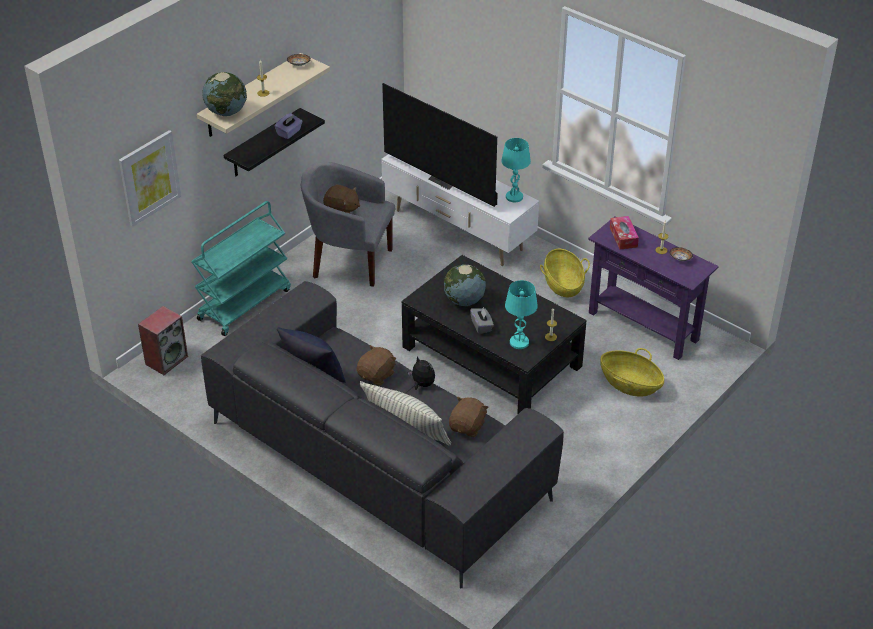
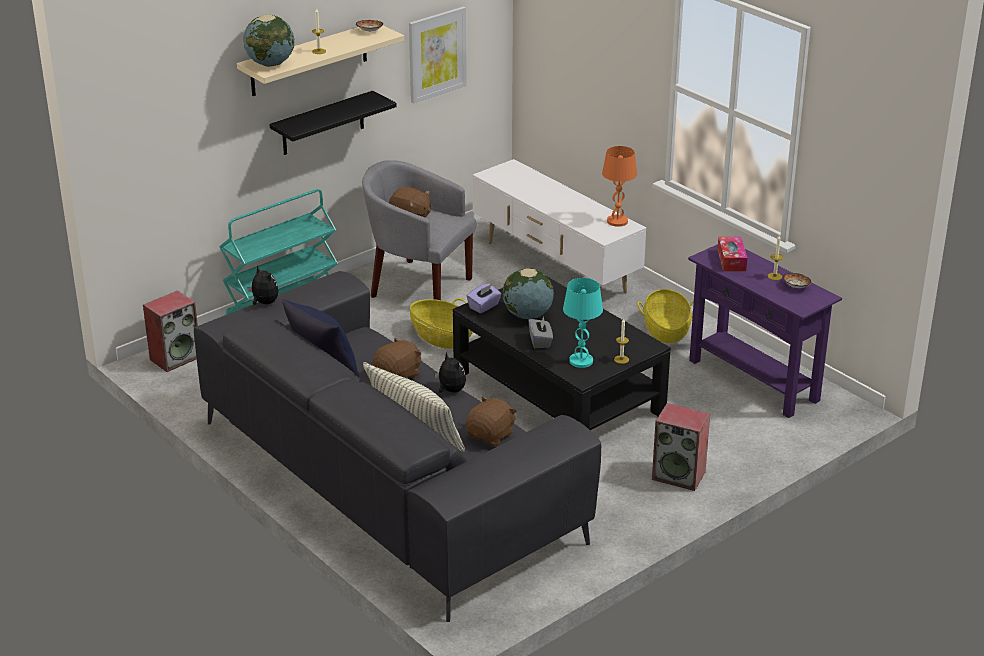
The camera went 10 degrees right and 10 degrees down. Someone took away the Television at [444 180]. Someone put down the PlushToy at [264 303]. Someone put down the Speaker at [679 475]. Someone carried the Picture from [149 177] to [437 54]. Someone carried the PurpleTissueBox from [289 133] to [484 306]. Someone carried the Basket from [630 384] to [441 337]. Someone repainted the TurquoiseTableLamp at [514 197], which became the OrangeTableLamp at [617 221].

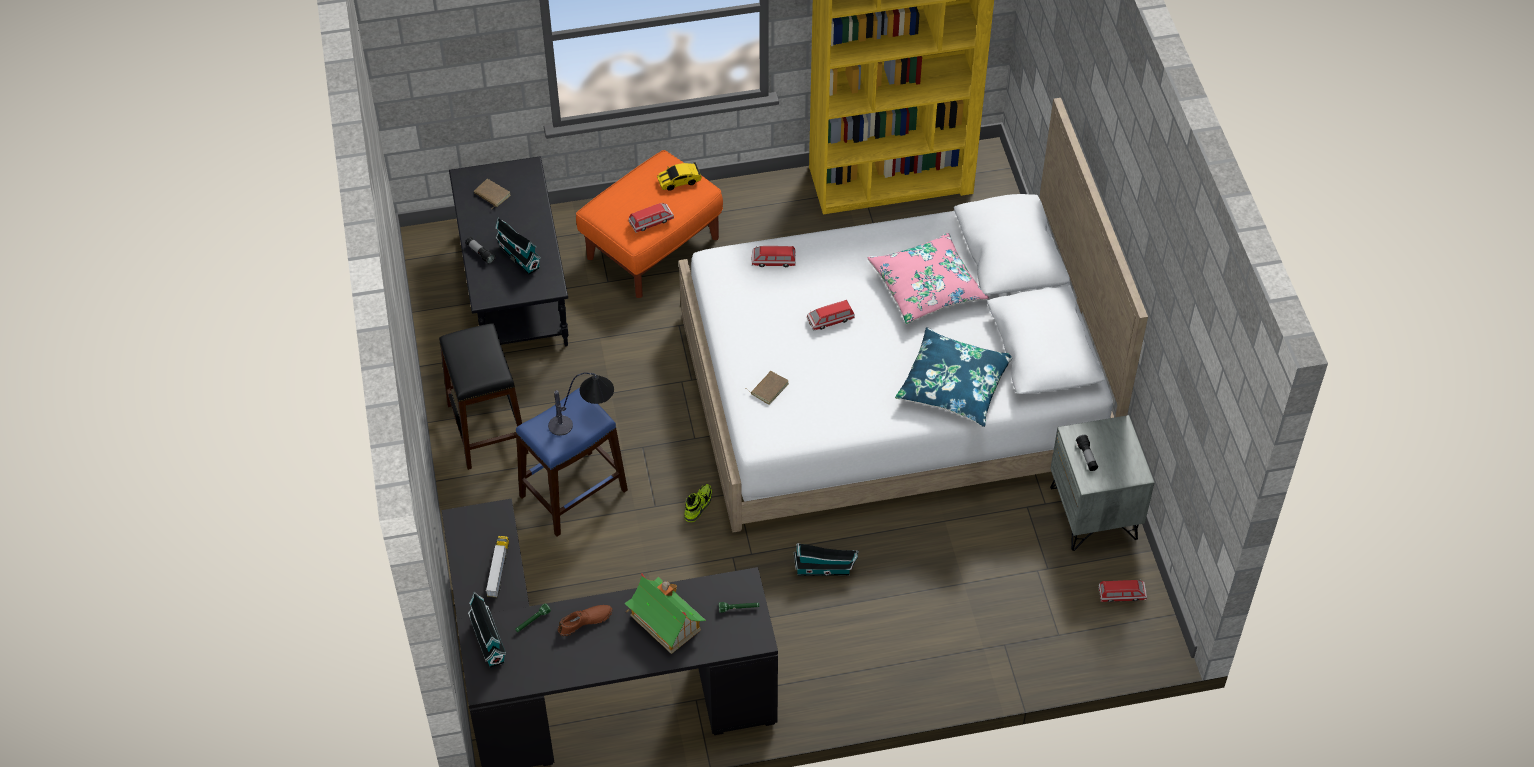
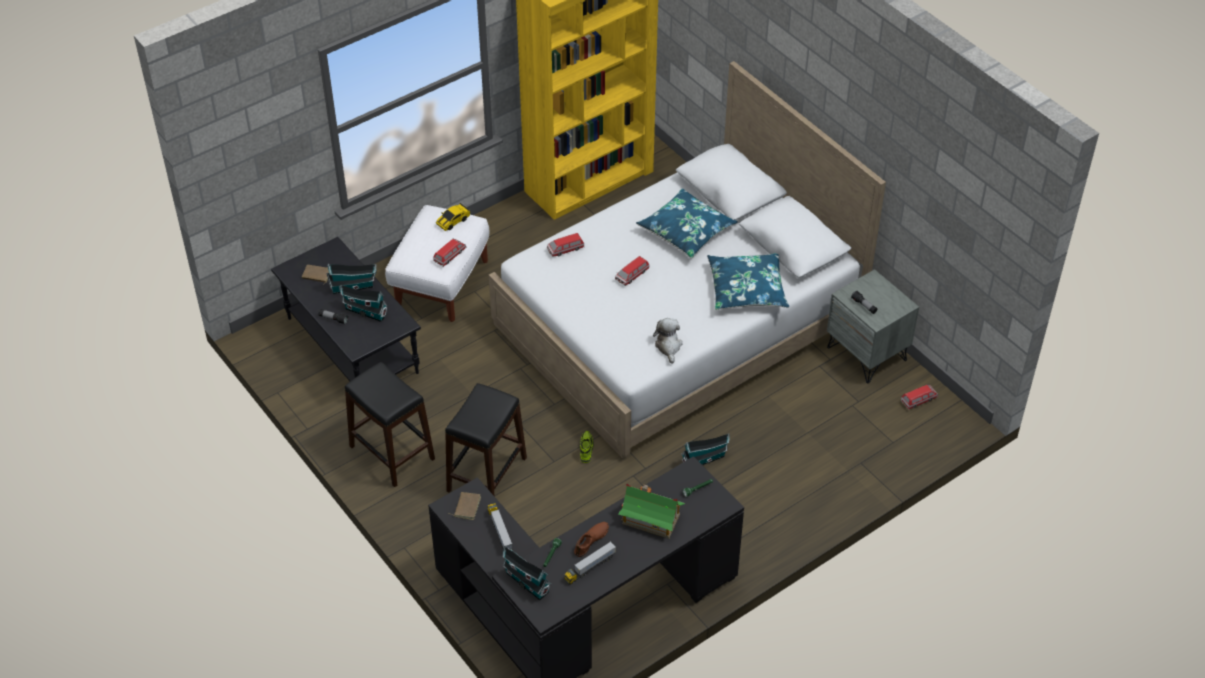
The camera went 25 degrees left and 5 degrees down. Someone took away the TableLamp at [584 419]. Someone put down the ToyHouse at [354 287]. Someone put down the ToyTruck at [590 567]. Someone put down the PlushToy at [668 346]. Someone carried the BrownBook from [768 388] to [466 507]. Someone repainted the BlueStool at [573 493], which became the BlackStool at [486 474]. Someone repainted the OrangeOttoman at [653 247], which became the WhiteOttoman at [442 283]. Someone repainted the PinkPillow at [926 287], which became the BluePillow at [686 231].

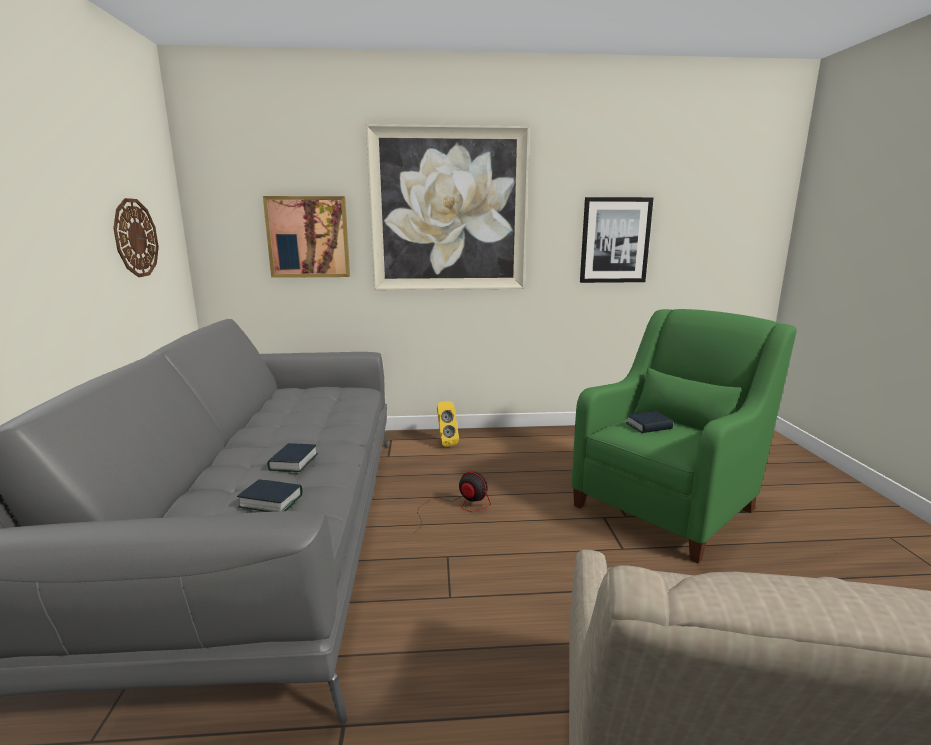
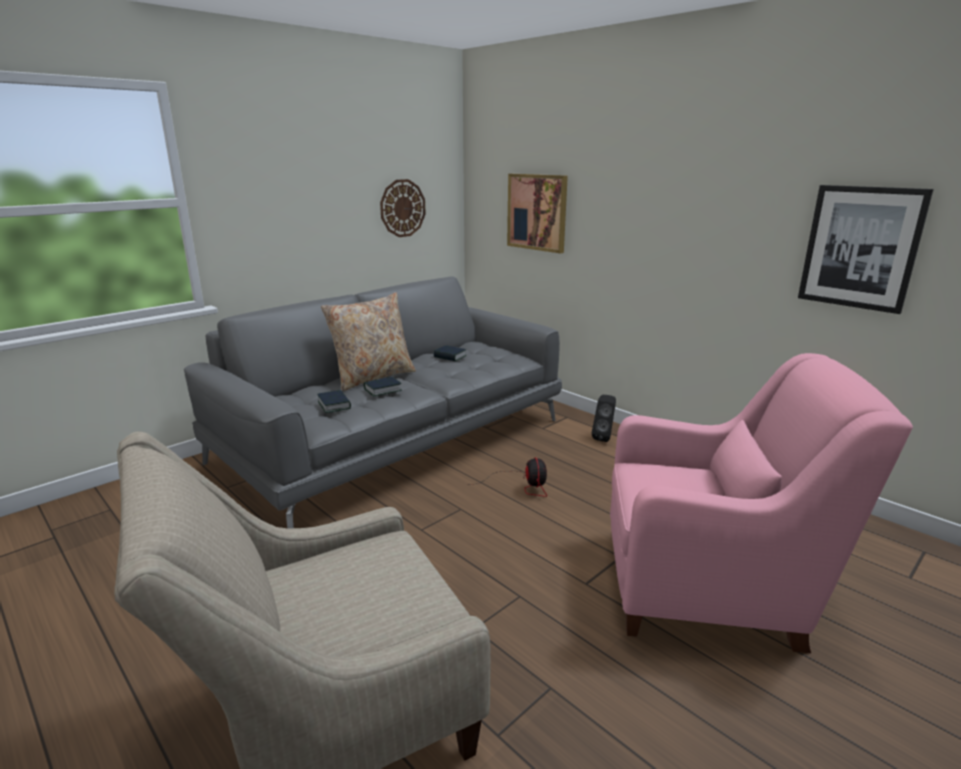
The camera went 50 degrees right and 5 degrees up. Someone took away the Picture at [448 211]. Someone put down the BeigePillow at [372 377]. Someone carried the Book from [649 426] to [450 356]. Someone repainted the YellowSpeaker at [445 443], which became the BlackSpeaker at [604 437]. Someone repainted the GreenArmchair at [668 503], which became the PinkArmchair at [710 587].

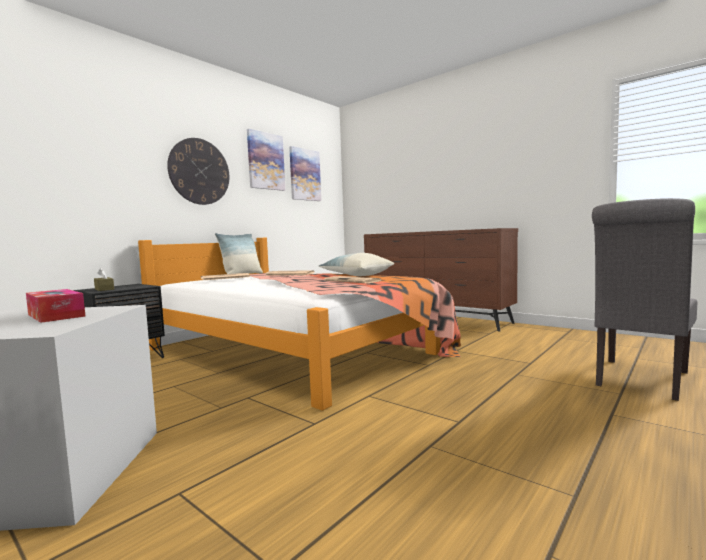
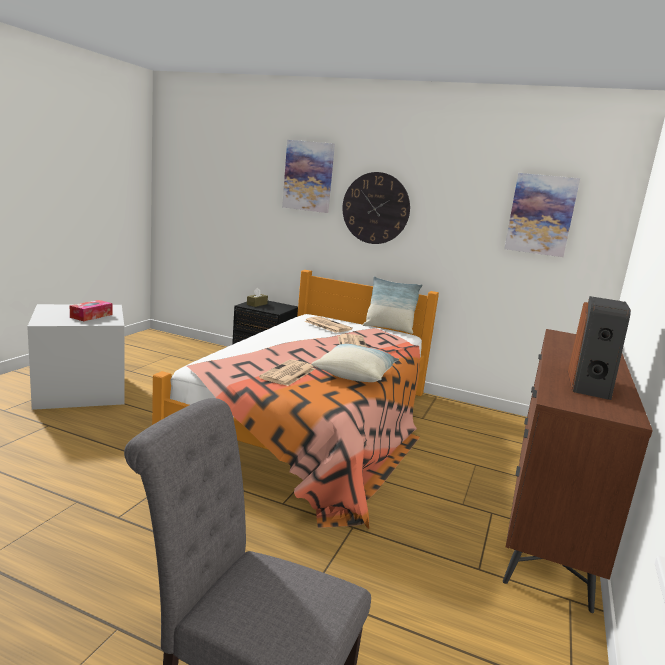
The camera went 70 degrees right and 10 degrees up. Someone put down the Speaker at [590 385]. Someone carried the Picture from [265 161] to [308 176].

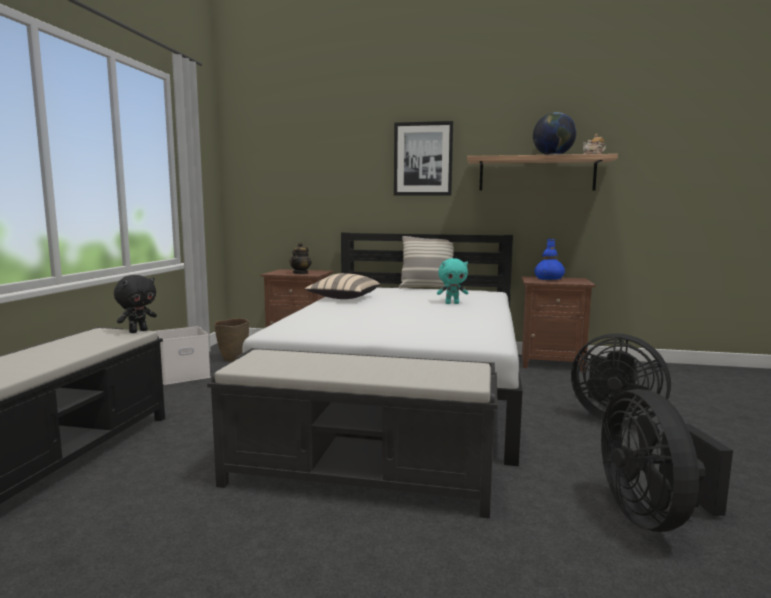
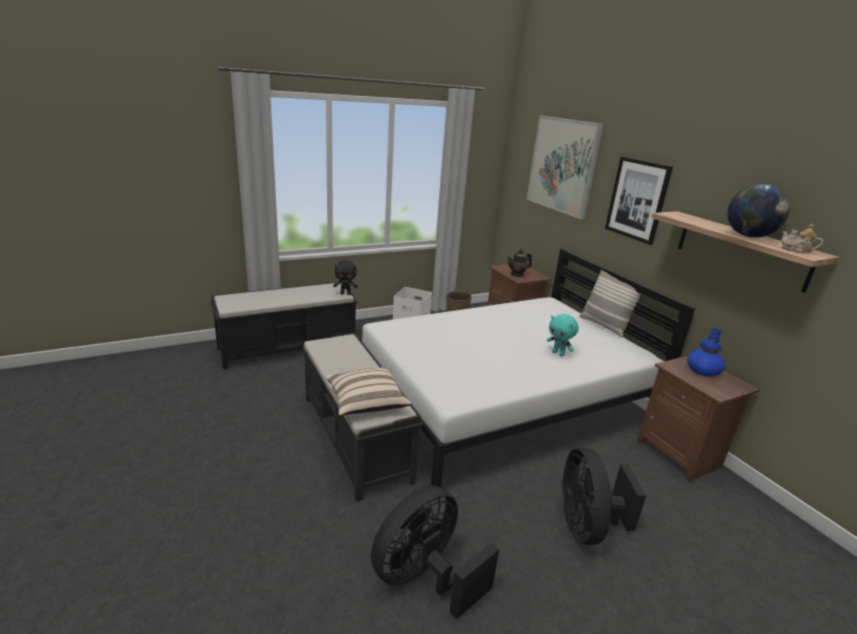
The camera went 50 degrees right and 15 degrees up. Someone put up the Picture at [563 165]. Someone carried the BeigePillow from [343 298] to [366 402].

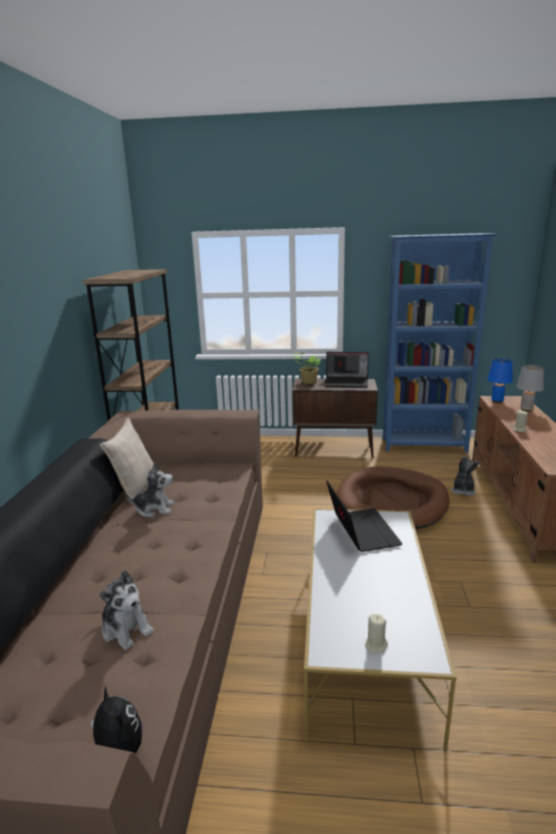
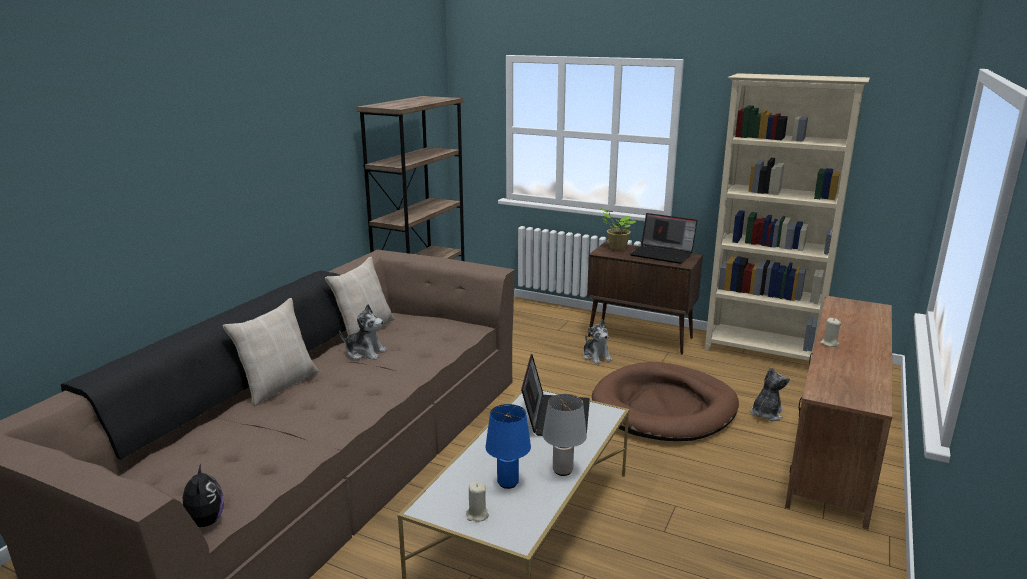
The camera went 20 degrees right and 0 degrees up. Someone put down the BeigePillow at [278 385]. Someone carried the PlushToy from [126 628] to [596 357]. Someone carried the BlueTableLamp from [496 401] to [507 483]. Someone carried the GreyTableLamp from [526 409] to [562 470]. Someone repainted the BlueBookcase at [424 445], which became the BeigeBookcase at [762 352].

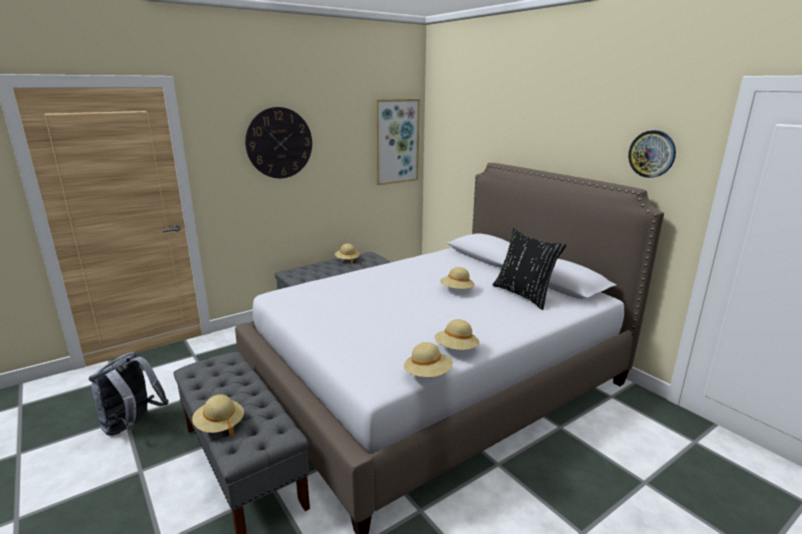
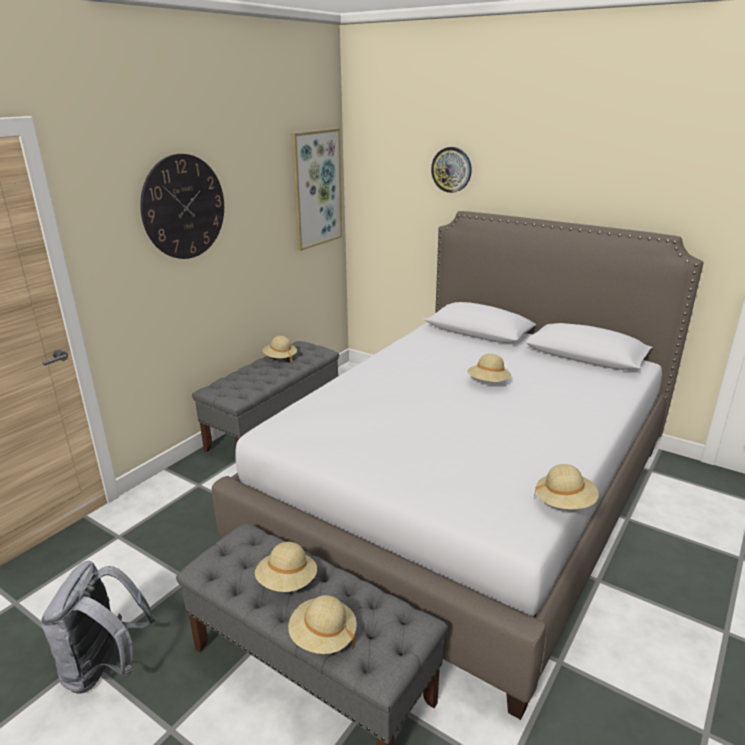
The camera went 20 degrees left and 5 degrees up. Someone took away the BlackPillow at [524 295]. Someone carried the BeigeHat from [456 349] to [287 582]. Someone carried the WallClock from [652 154] to [451 169].

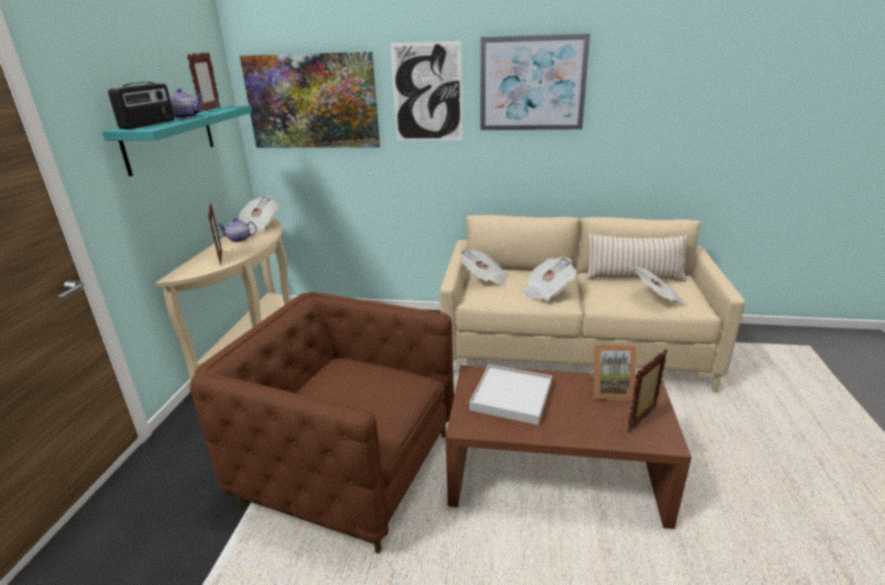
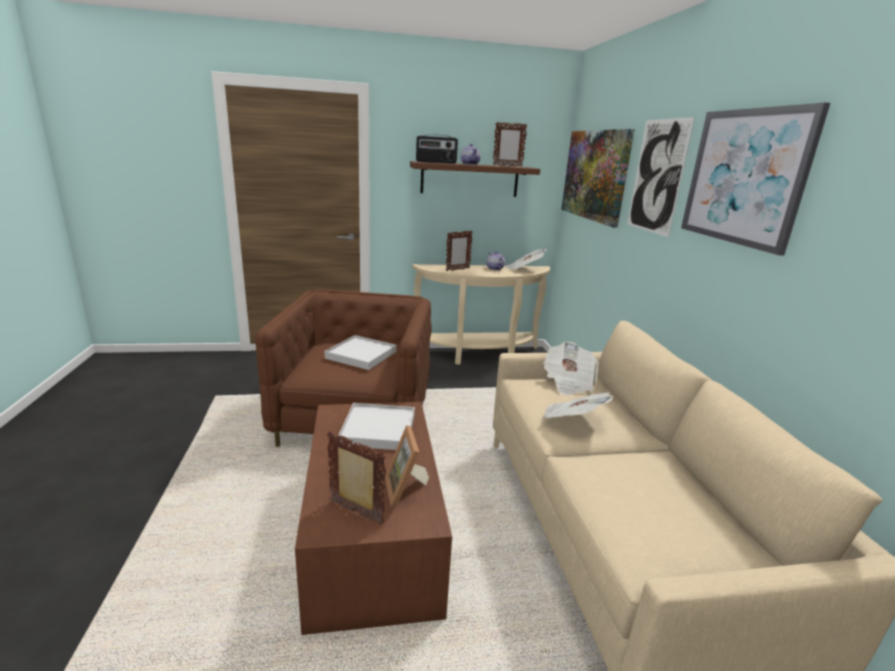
The camera went 70 degrees right and 5 degrees down. Someone took away the BeigePillow at [633 277]. Someone took away the Newspaper at [656 298]. Someone put down the WhiteTray at [361 355]. Someone repainted the TurquoiseShelf at [170 138], which became the BrownShelf at [469 179].

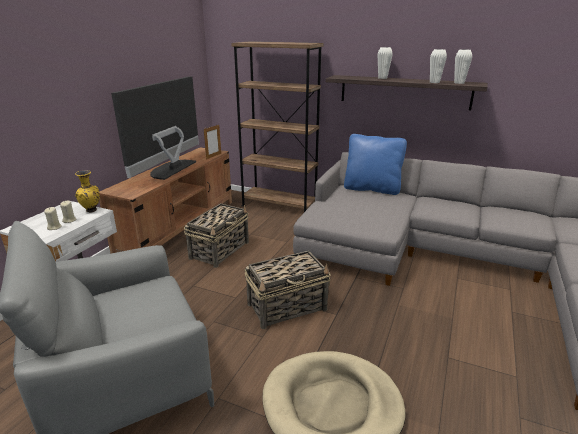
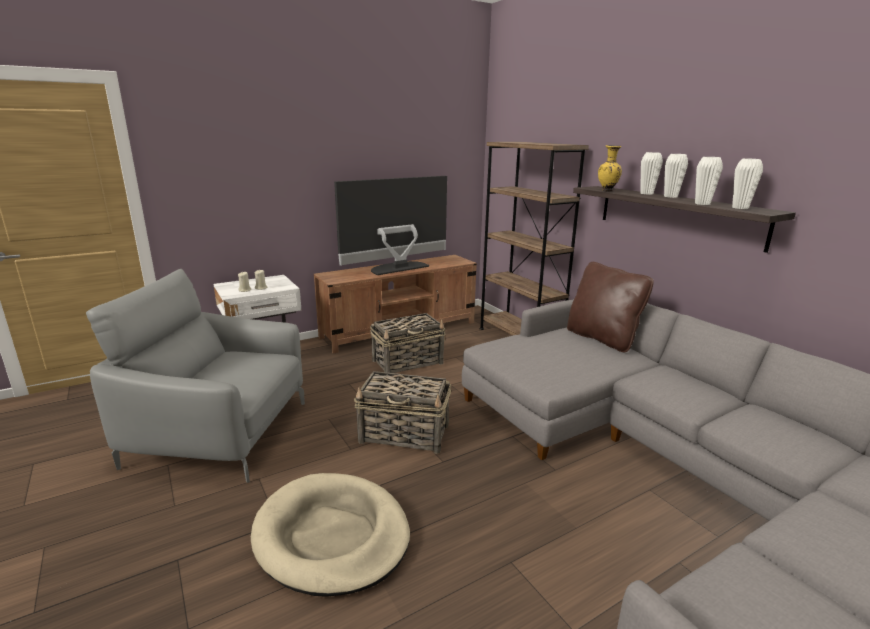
The camera went 35 degrees right and 5 degrees down. Someone took away the PictureFrame at [213 156]. Someone put down the WhiteVase at [670 196]. Someone carried the YellowVase from [91 211] to [607 190]. Someone repainted the BluePillow at [372 189], which became the BrownPillow at [602 338].

